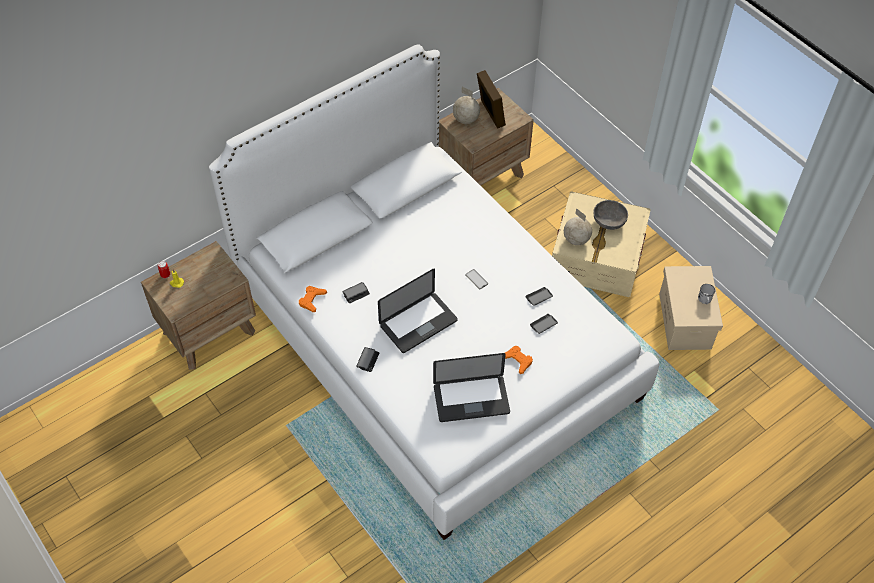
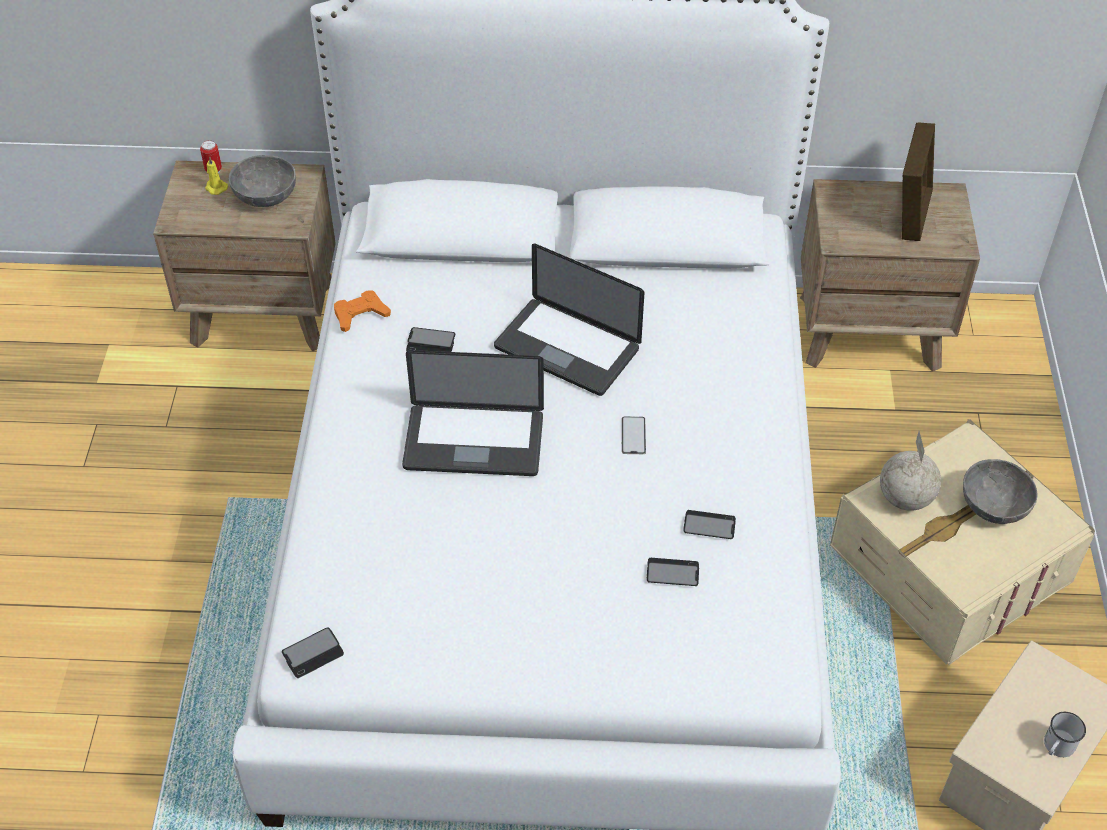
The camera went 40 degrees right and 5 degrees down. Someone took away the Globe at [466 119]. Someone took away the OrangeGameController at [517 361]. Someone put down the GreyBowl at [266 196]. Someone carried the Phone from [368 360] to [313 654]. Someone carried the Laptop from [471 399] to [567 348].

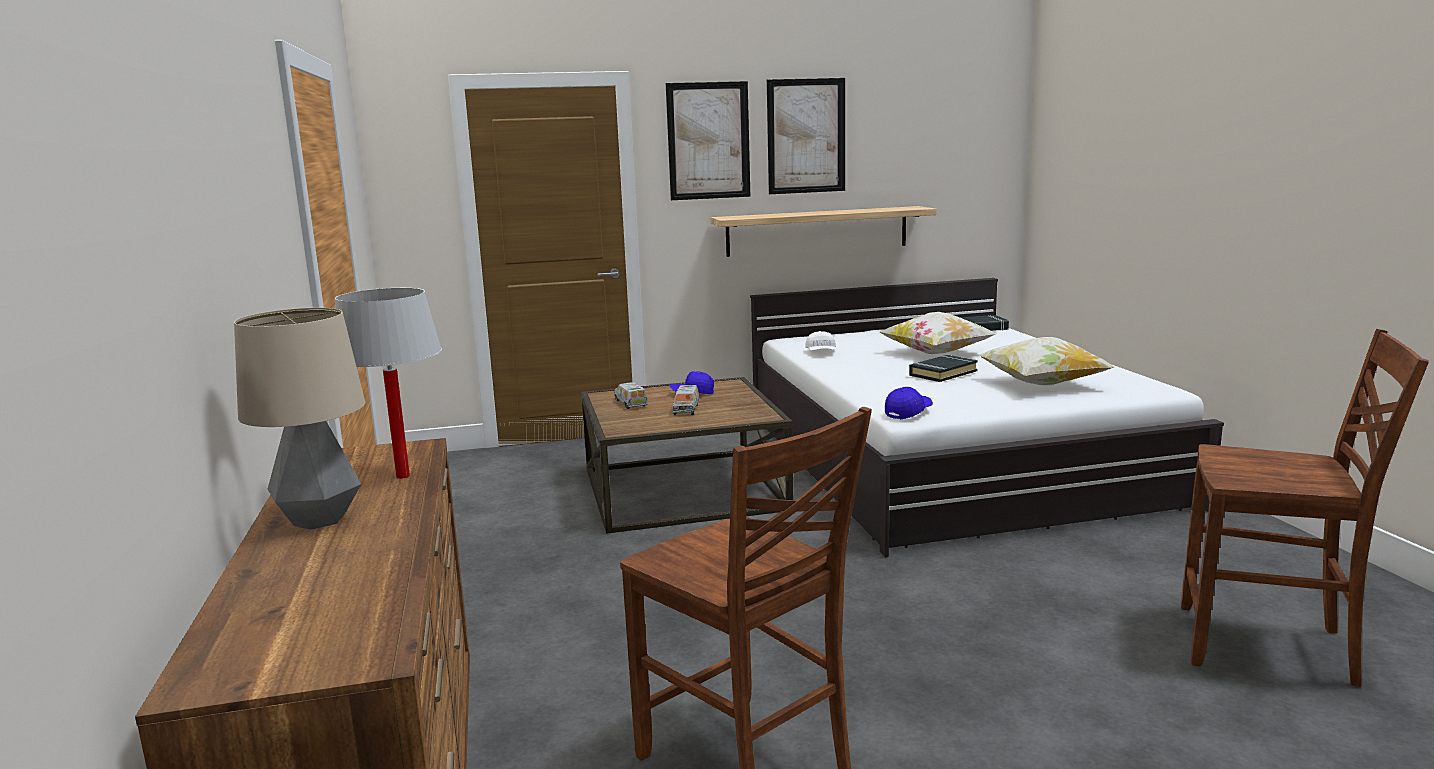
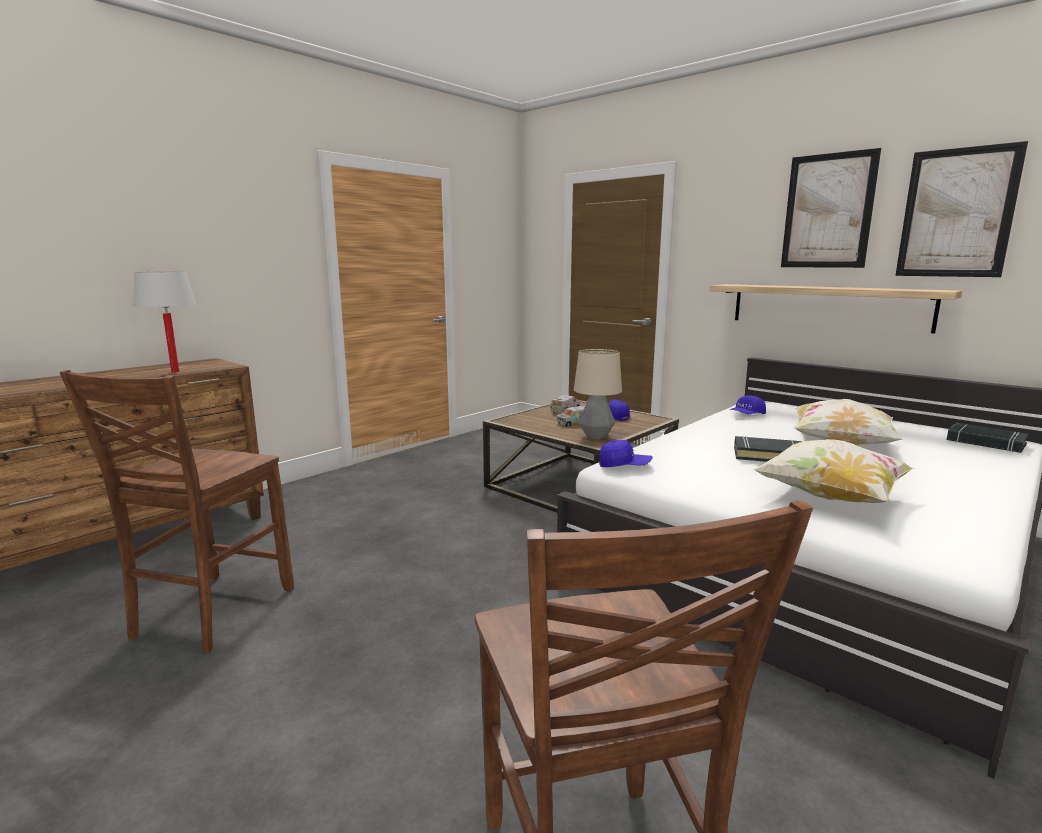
The camera went 55 degrees right and 0 degrees up. Someone carried the TableLamp from [320 520] to [596 436]. Someone carried the Picture from [708 141] to [957 213]. Someone repainted the WhiteCap at [821 352], which became the BlueCap at [747 415].

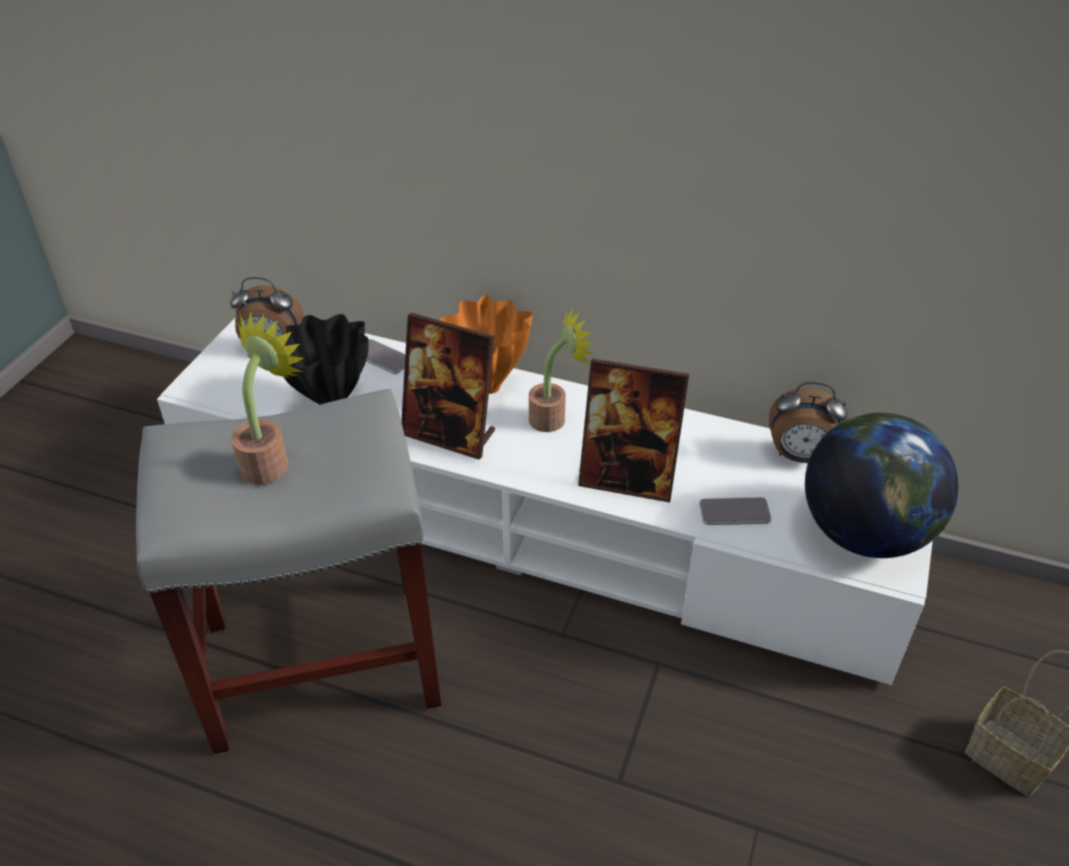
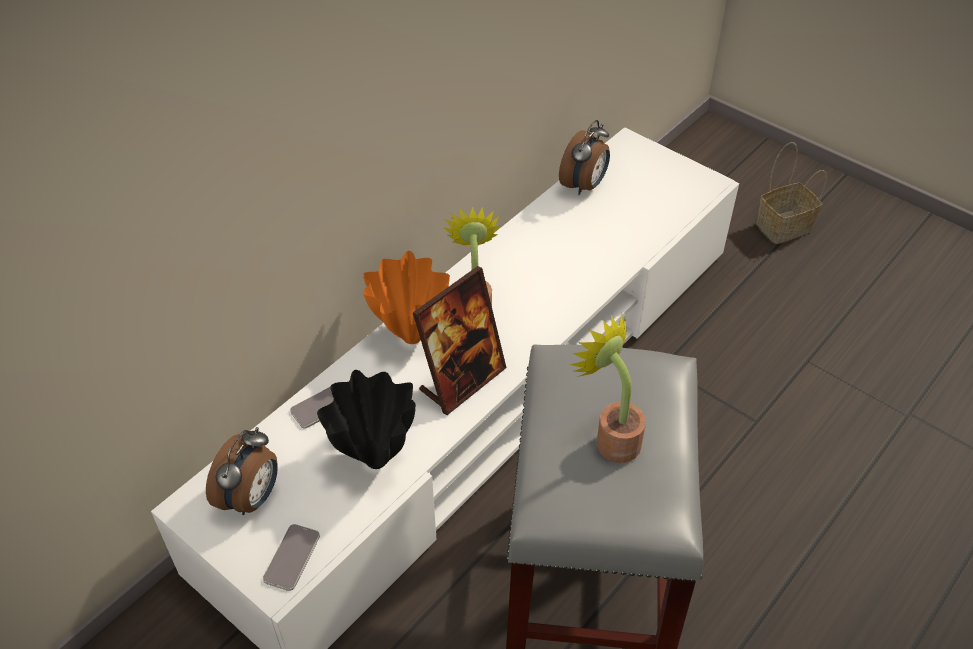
The camera went 70 degrees left and 5 degrees up. Someone took away the PictureFrame at [627 479]. Someone took away the Globe at [864 532]. Someone carried the Phone from [734 512] to [292 557].

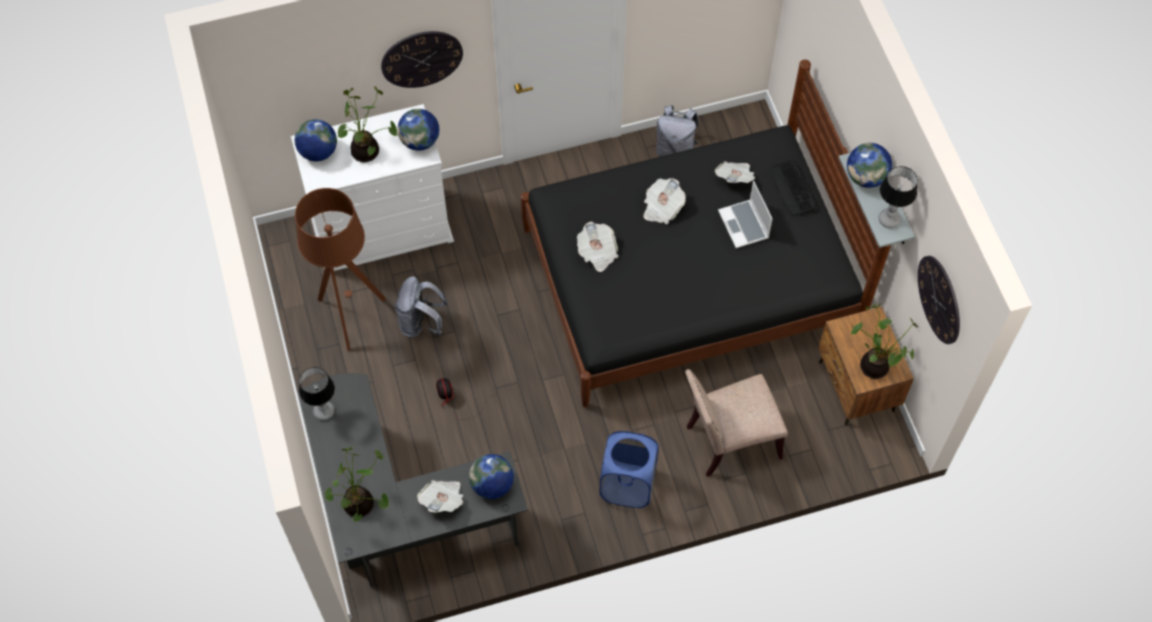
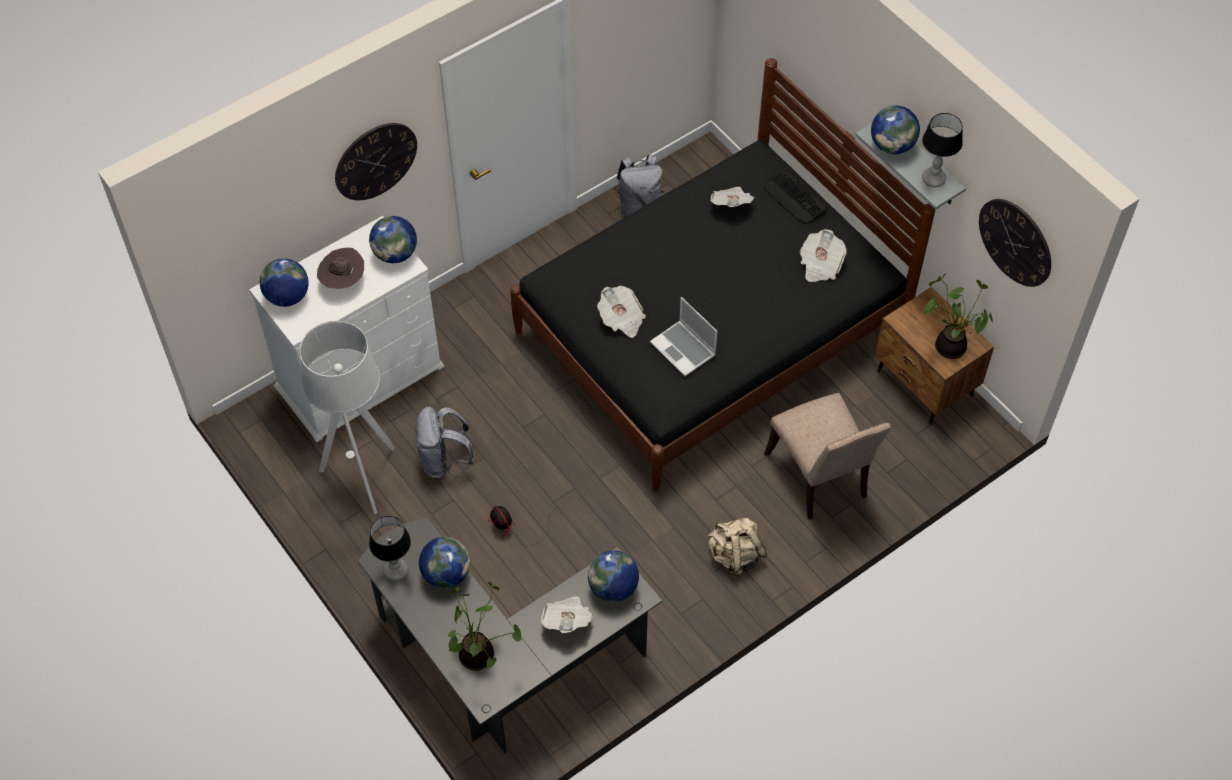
The camera went 20 degrees left and 5 degrees down. Someone put down the Globe at [446 574]. Someone carried the Newspaper from [662 208] to [820 265]. Someone carried the Laptop from [744 225] to [684 349]. Someone swapped the PottedPlant at [368 152] for the BrownHat at [342 281]. Someone swapped the BlueLaundryBasket at [627 485] for the BeigeBackpack at [735 556]. Someone repainted the BrownFloorLamp at [351 316], which became the GreyFloorLamp at [363 477]. Someone rotated the BeigeChair at [729 441] by 75 degrees counterclockwise.

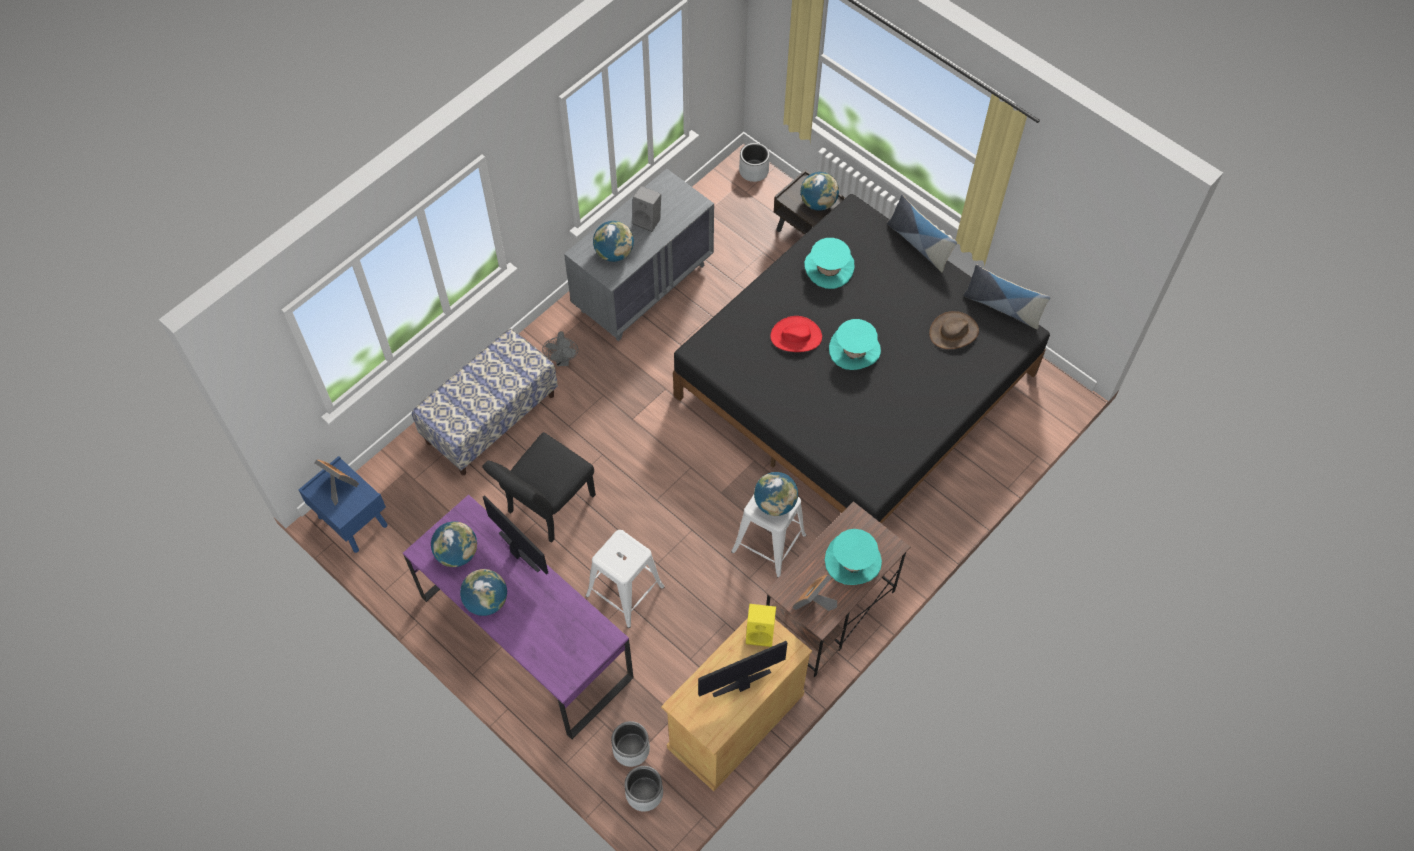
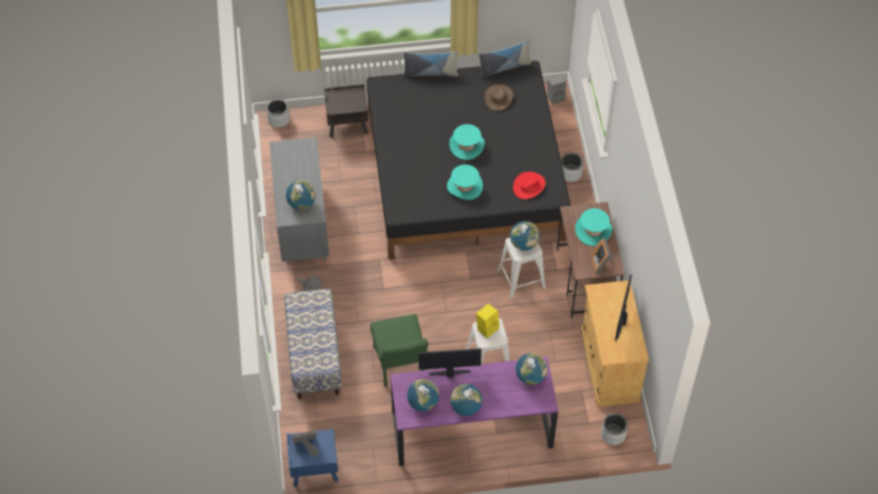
The camera went 50 degrees left and 5 degrees down. Someone carried the GreyPlanter from [631 749] to [571 173]. Someone carried the GreySpeaker from [648 220] to [555 97]. Someone carried the YellowSpeaker from [760 633] to [487 328]. Someone carried the RedHat from [796 336] to [529 186]. Someone carried the Globe from [818 203] to [530 376]. Someone carried the TurquoiseHat from [828 268] to [465 186]. Someone repainted the BlackChair at [546 508], which became the GreenChair at [400 367].

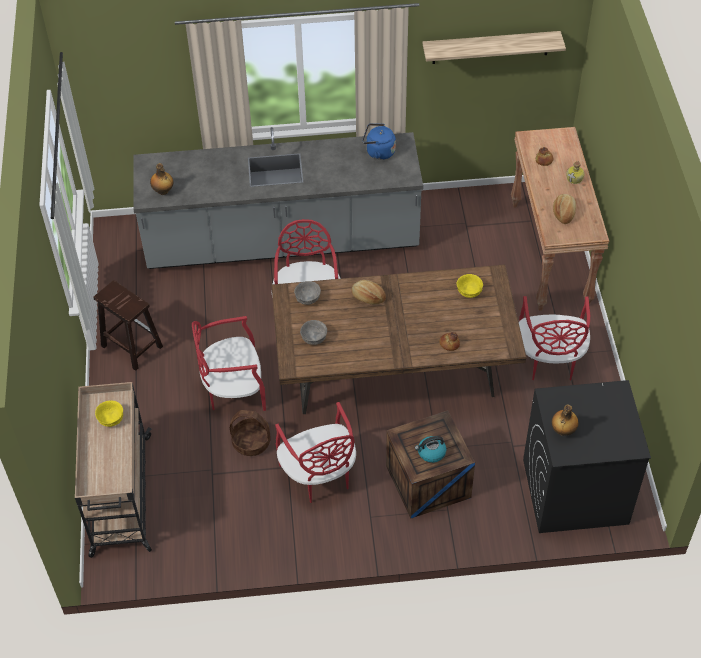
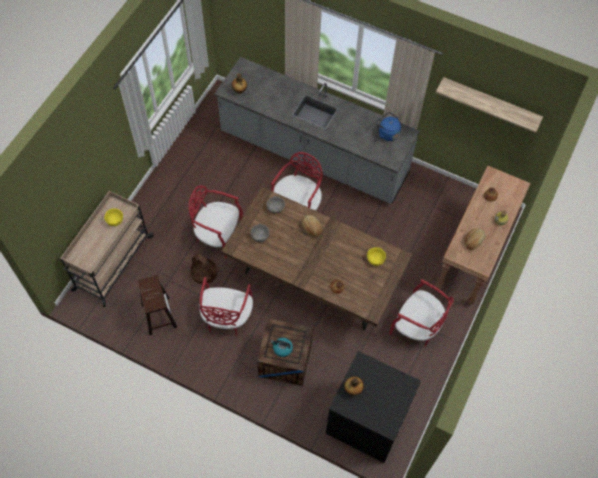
The camera went 30 degrees right and 10 degrees up. Someone carried the BrownStool from [131 346] to [158 315]. Someone rotated the RedChair at [549 360] by 90 degrees counterclockwise.

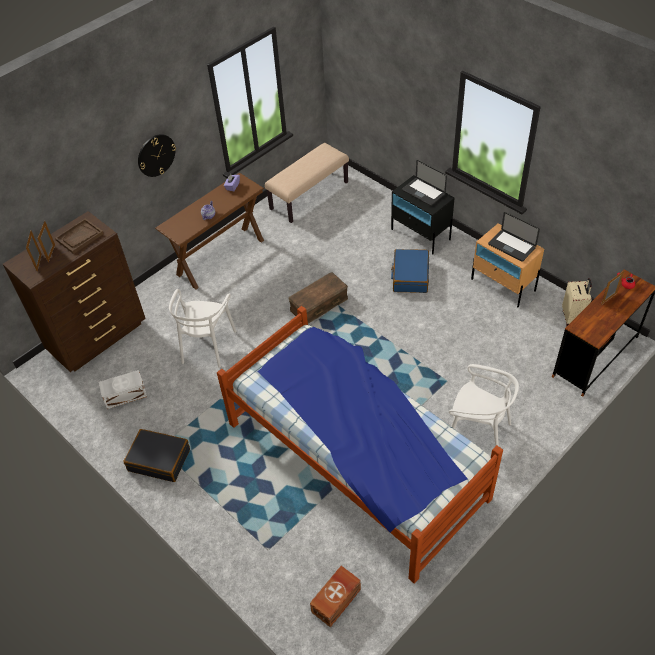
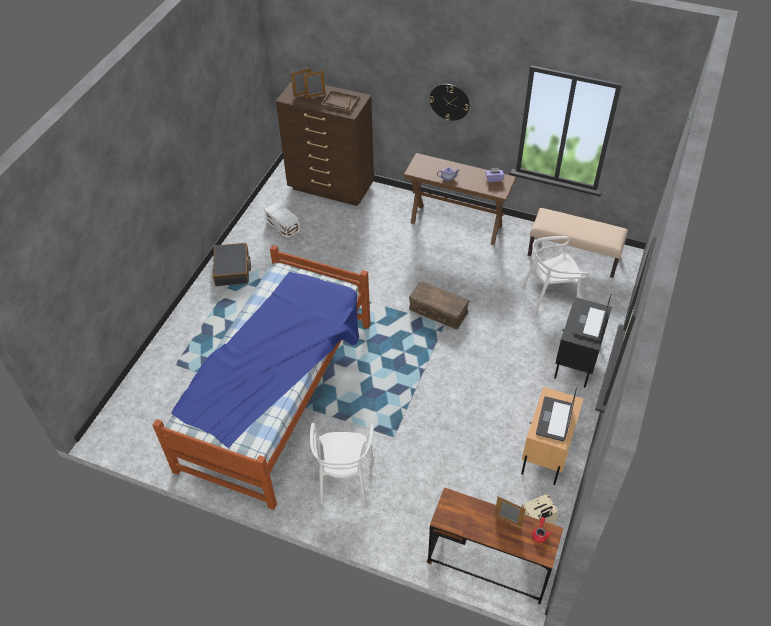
The camera went 65 degrees right and 0 degrees up. Someone took away the BrownStorageBox at [337 600]. Someone took away the BlueSuitcase at [410 276]. Someone carried the WhiteChair from [207 346] to [550 296].

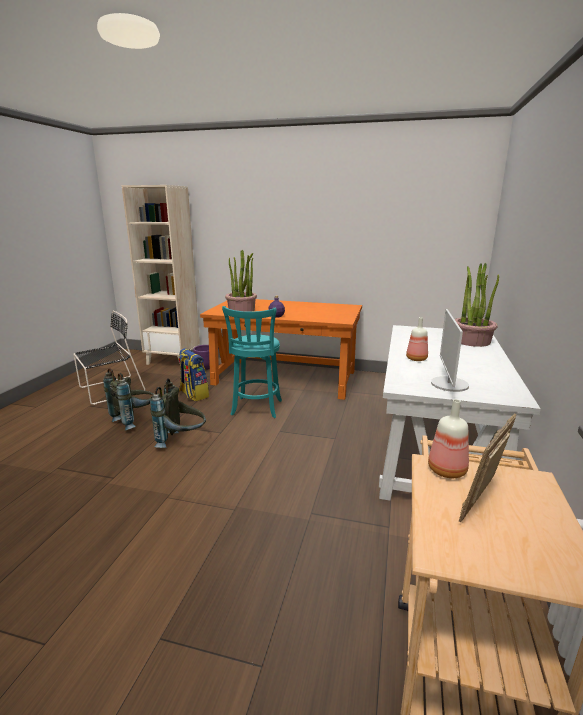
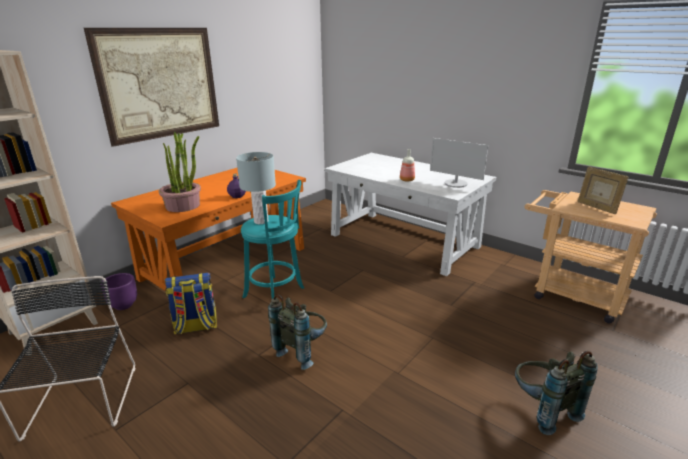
The camera went 65 degrees left and 5 degrees up. Someone took away the Bottle at [447 470]. Someone took away the PottedPlant at [472 341]. Someone put up the Picture at [160 84]. Someone put down the GreyTableLamp at [261 221]. Someone carried the GreyBackpack from [135 420] to [542 409].

